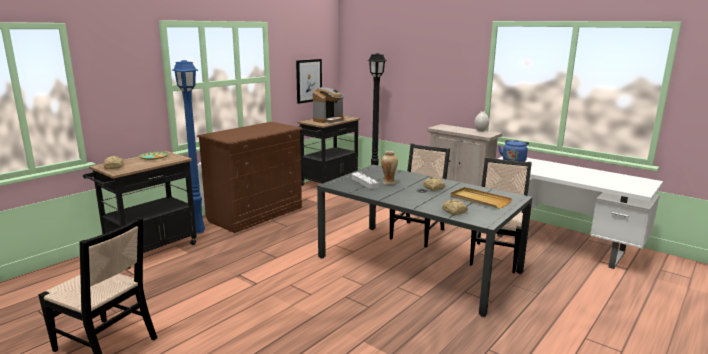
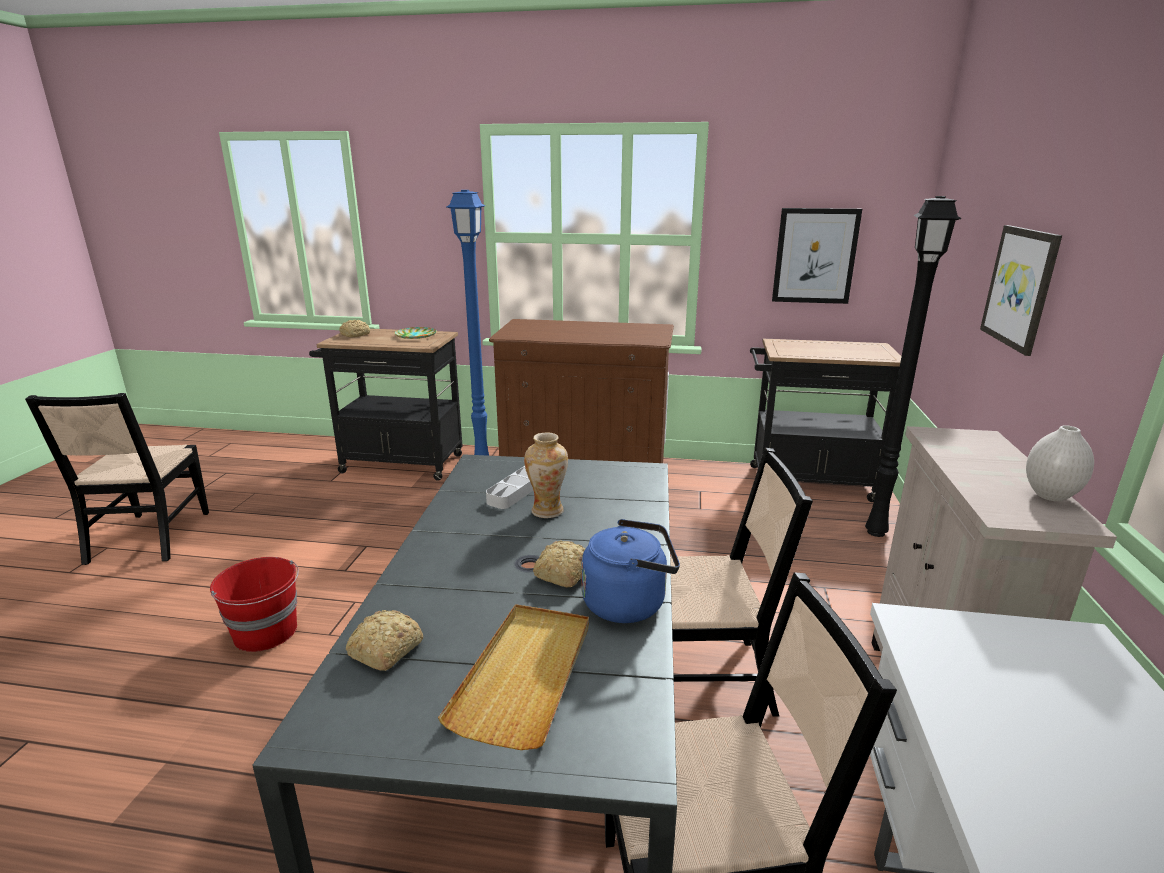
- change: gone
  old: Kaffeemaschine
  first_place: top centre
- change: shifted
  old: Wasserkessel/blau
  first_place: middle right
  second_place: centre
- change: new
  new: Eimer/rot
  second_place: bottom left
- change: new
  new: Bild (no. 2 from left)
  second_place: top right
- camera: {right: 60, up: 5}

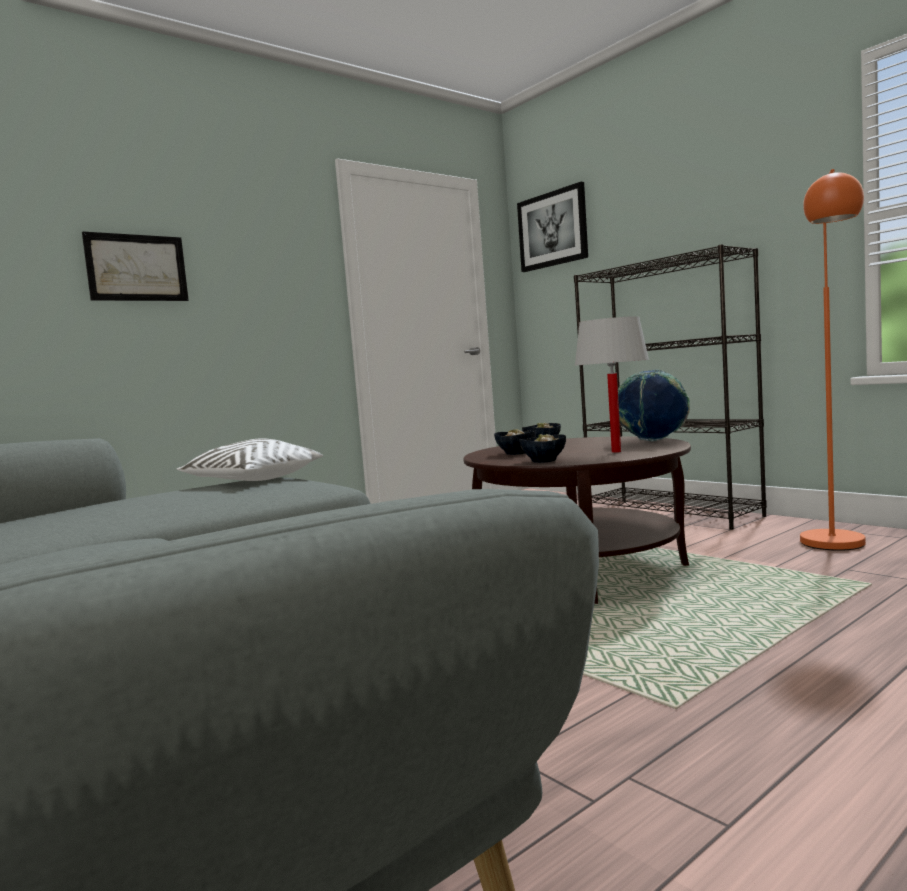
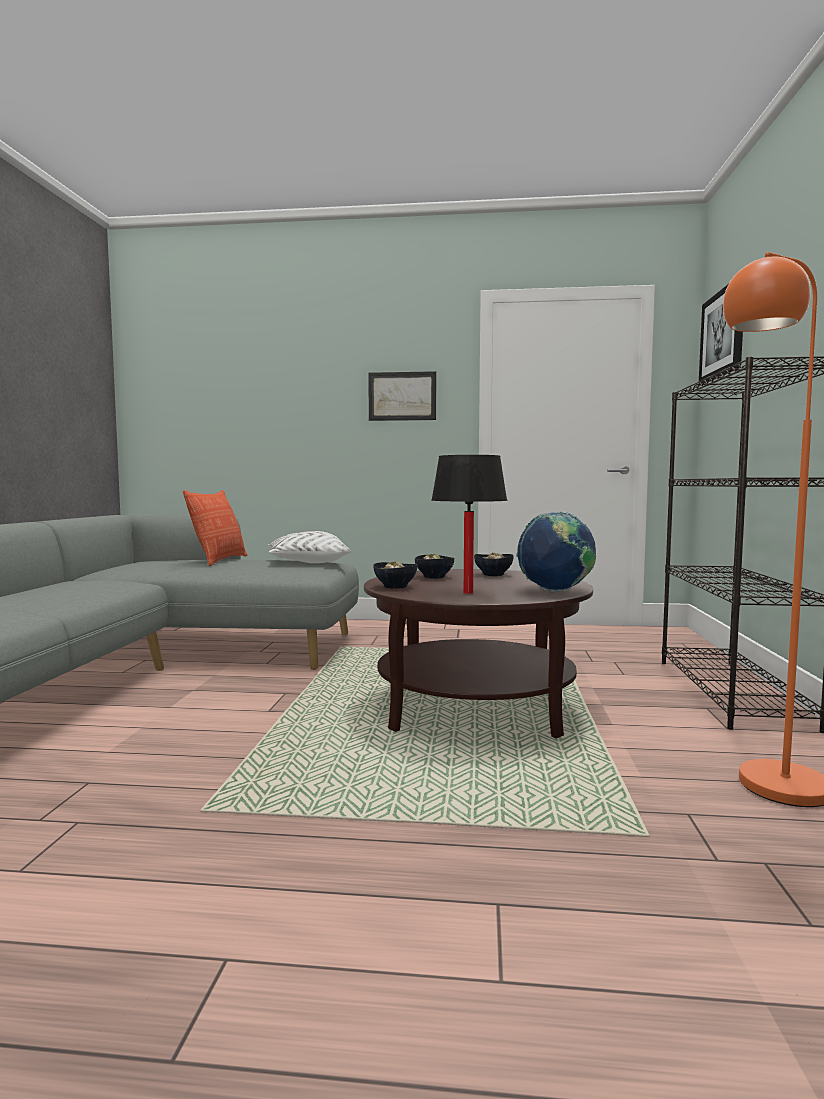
- change: shifted
  old: Bild (no. 1 from left)
  first_place: top left
  second_place: centre
- change: repainted
  old: Tischlampe/weiß
  new: Tischlampe/schwarz
  first_place: middle right
  second_place: centre
- change: new
  new: Kissen/orange
  second_place: middle left
- camera: {right: 45, up: 0}

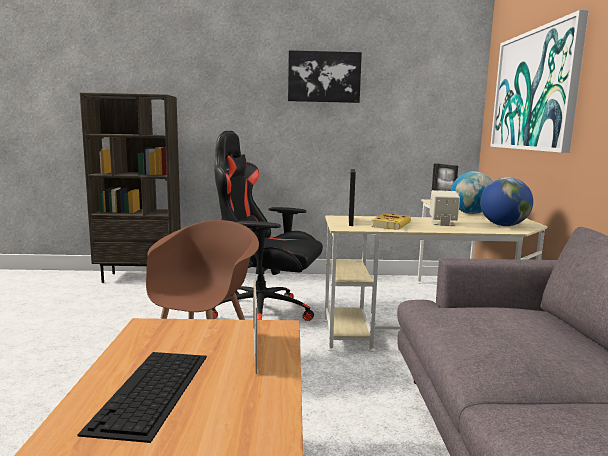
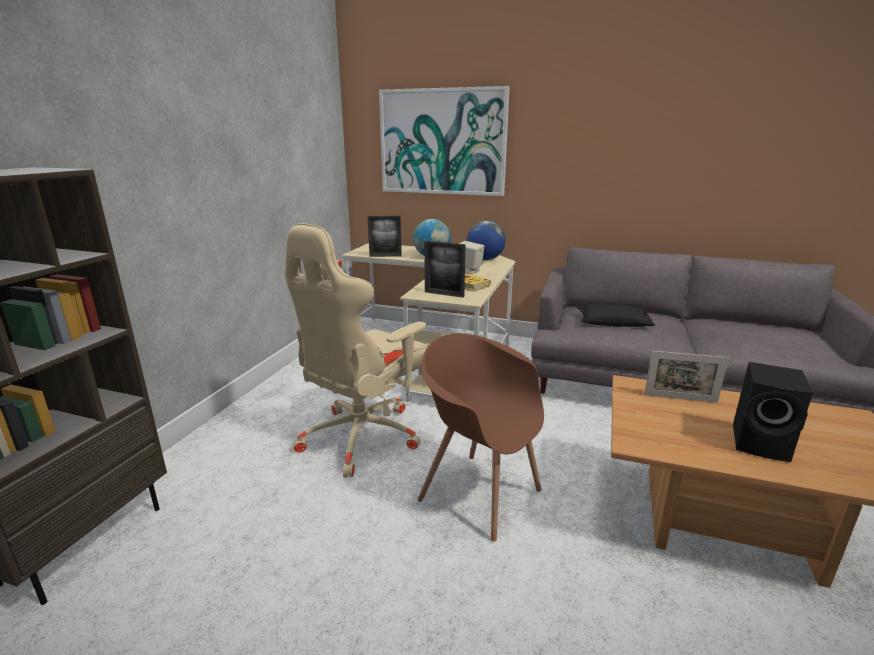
- change: swapped
  old: Tastatur
  new: Lautsprecher/schwarz
  first_place: bottom left
  second_place: middle right
- change: repainted
  old: Bürostuhl/schwarz
  new: Bürostuhl/beige
  first_place: centre
  second_place: centre
- change: gone
  old: Bild (no. 1 from left)
  first_place: top centre
- change: new
  new: Kissen/schwarz
  second_place: middle right
- camera: {right: -70, up: 10}

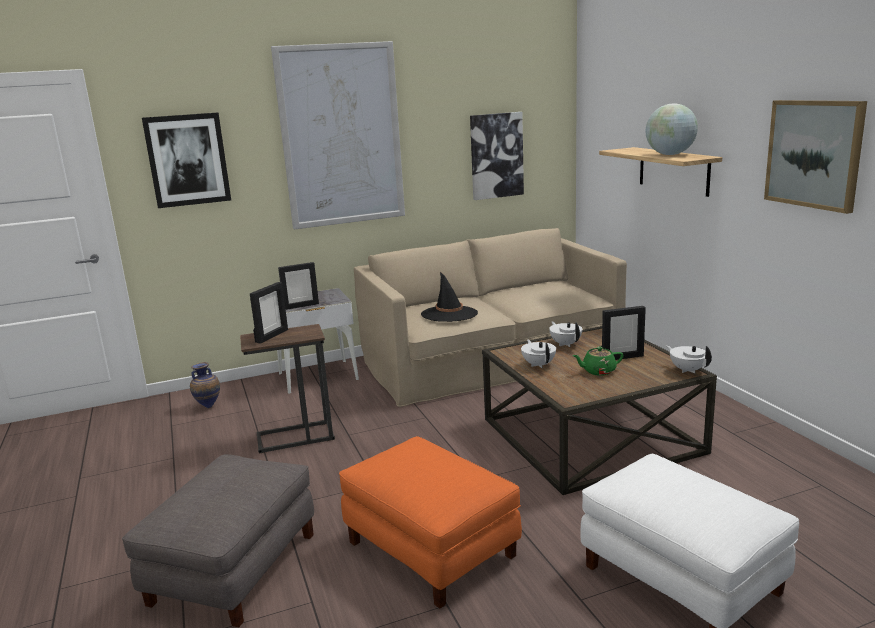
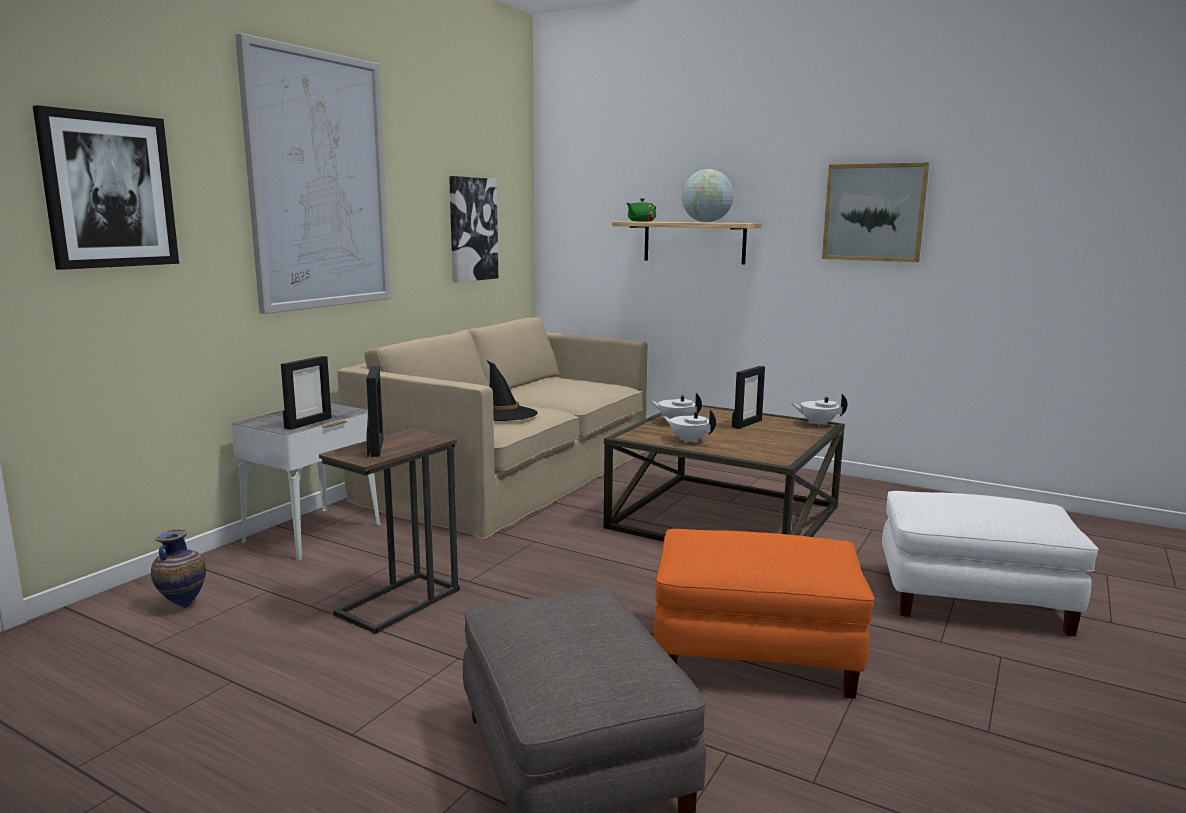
- change: shifted
  old: Teekanne/grün
  first_place: middle right
  second_place: top centre
- camera: {right: -40, up: -5}

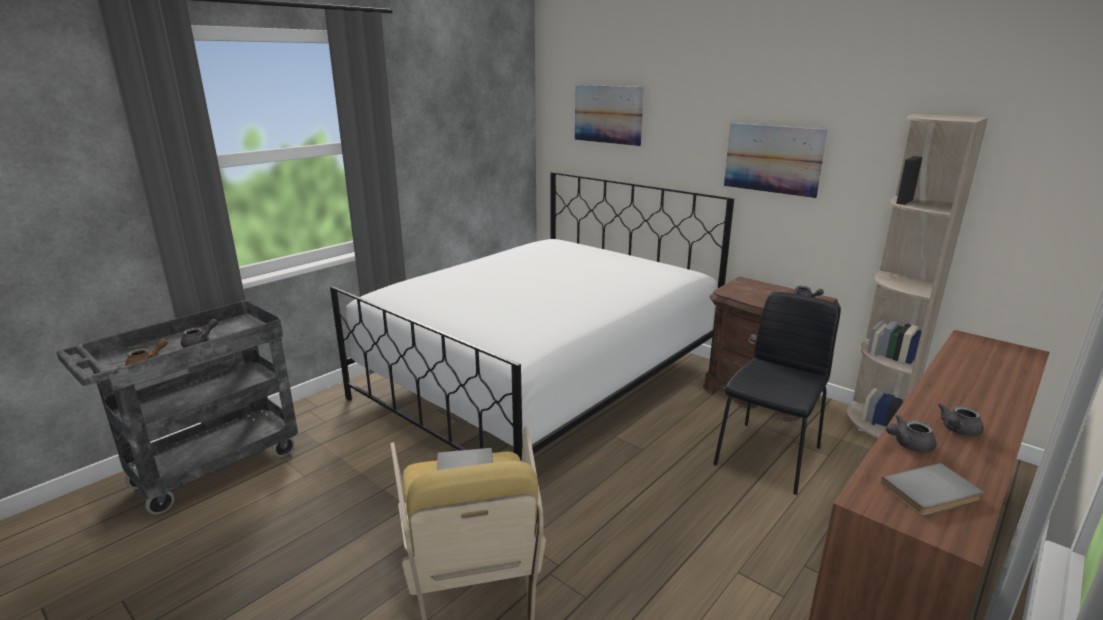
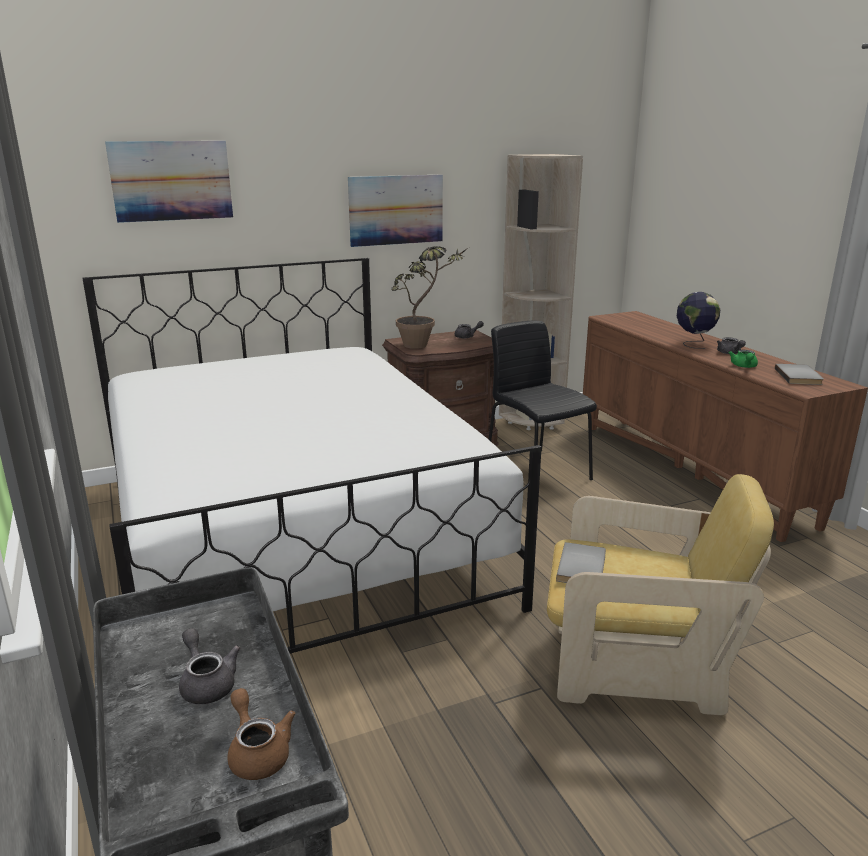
- change: repainted
  old: Teekanne/grau (no. 3 from left)
  new: Teekanne/grün
  first_place: bottom right
  second_place: middle right
- change: new
  new: Topfpflanze
  second_place: centre
- change: new
  new: Globus
  second_place: middle right
- camera: {right: -65, up: 0}

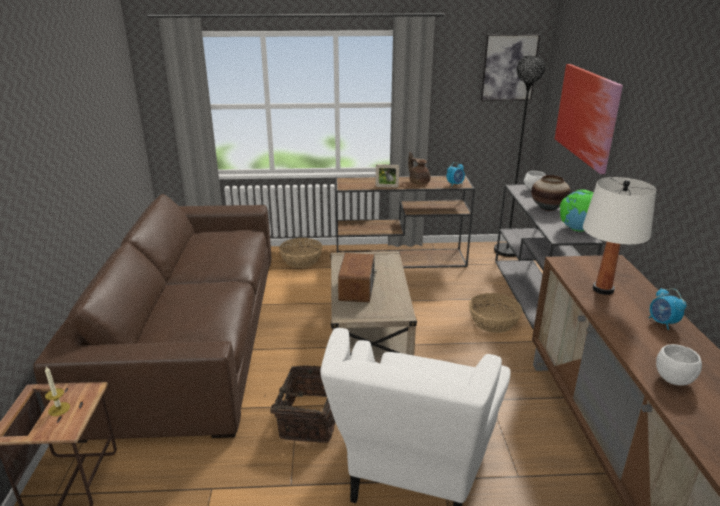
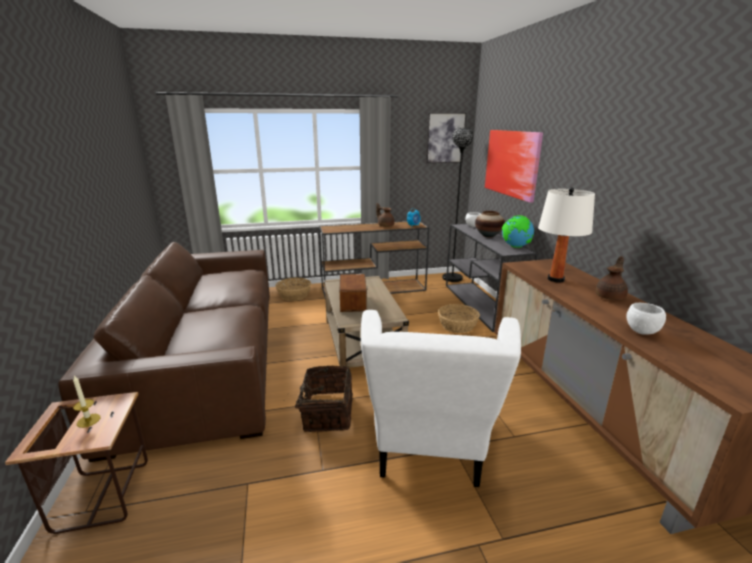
- change: gone
  old: Bilderrahmen
  first_place: centre
- change: swapped
  old: Wecker (no. 2 from left)
  new: Teekanne/braun (no. 2 from left)
  first_place: middle right
  second_place: middle right
- camera: {right: -10, up: -5}

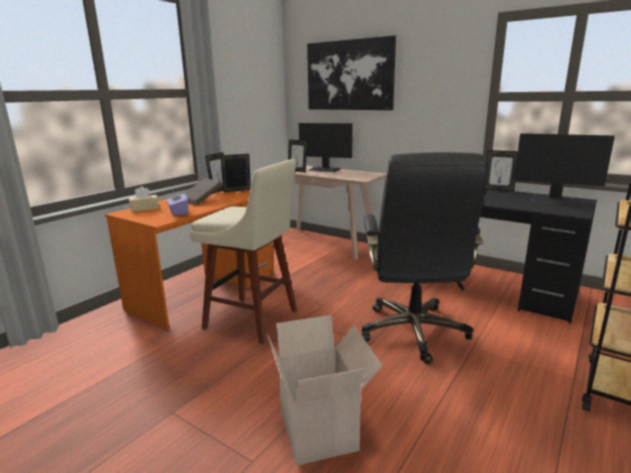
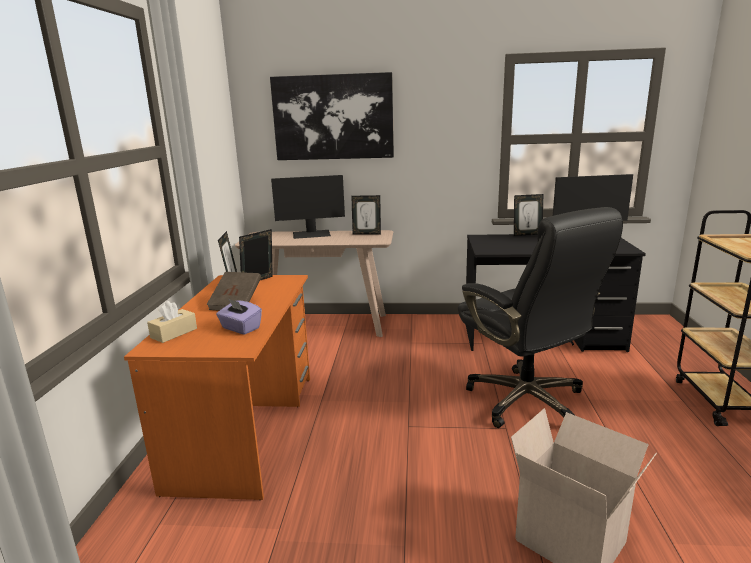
- change: gone
  old: Hocker/beige
  first_place: centre
- change: shifted
  old: Bilderrahmen (no. 3 from left)
  first_place: top centre
  second_place: centre
- camera: {right: -30, up: 0}

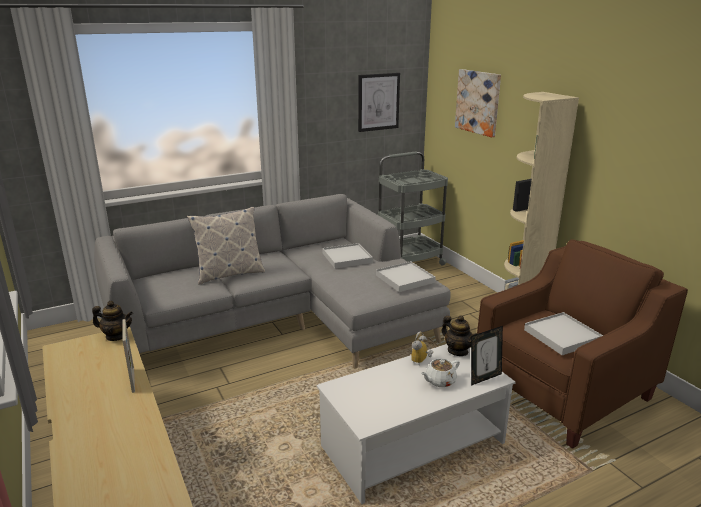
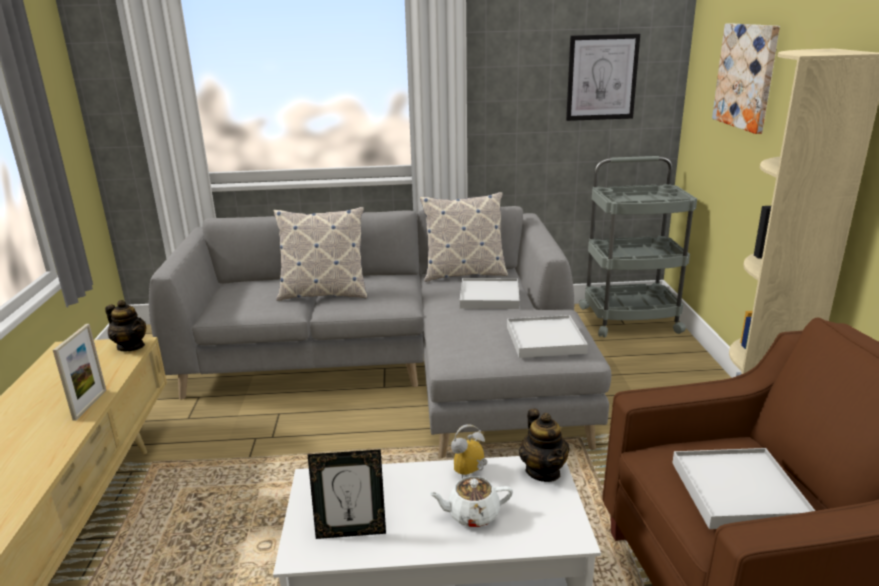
- change: shifted
  old: Bilderrahmen (no. 2 from left)
  first_place: bottom right
  second_place: bottom centre
- change: new
  new: Kissen (no. 2 from left)
  second_place: centre
- camera: {right: 25, up: 0}

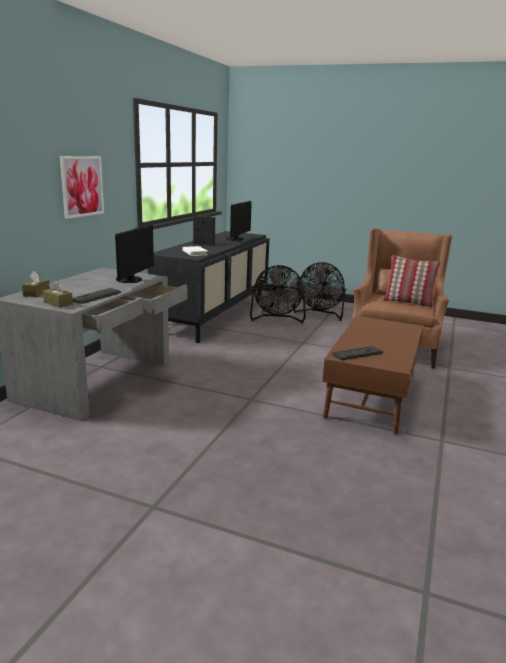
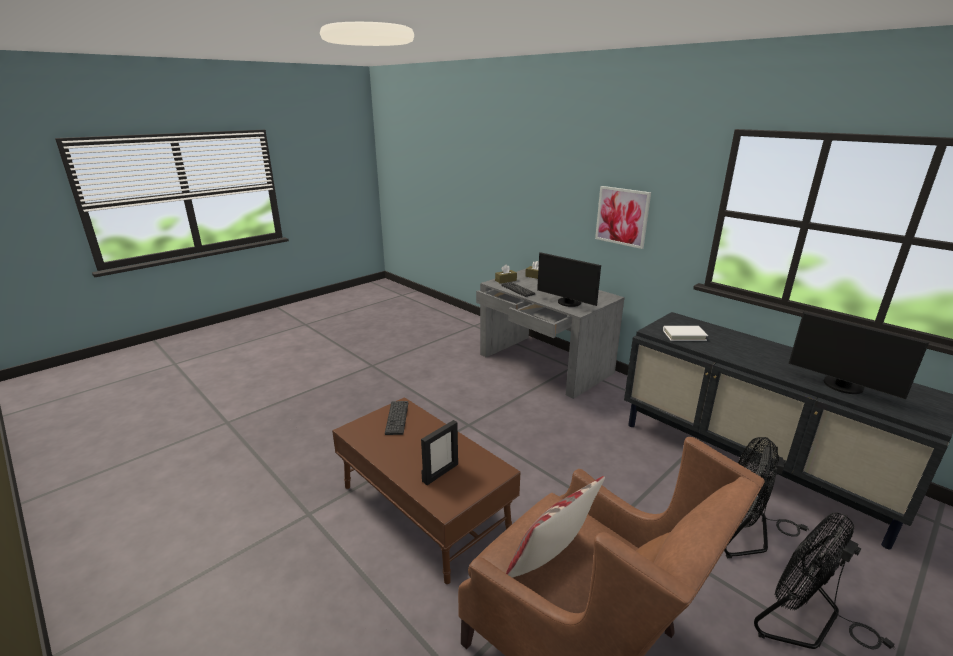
- change: shifted
  old: Bilderrahmen
  first_place: centre
  second_place: bottom centre
- camera: {right: 115, up: 5}

